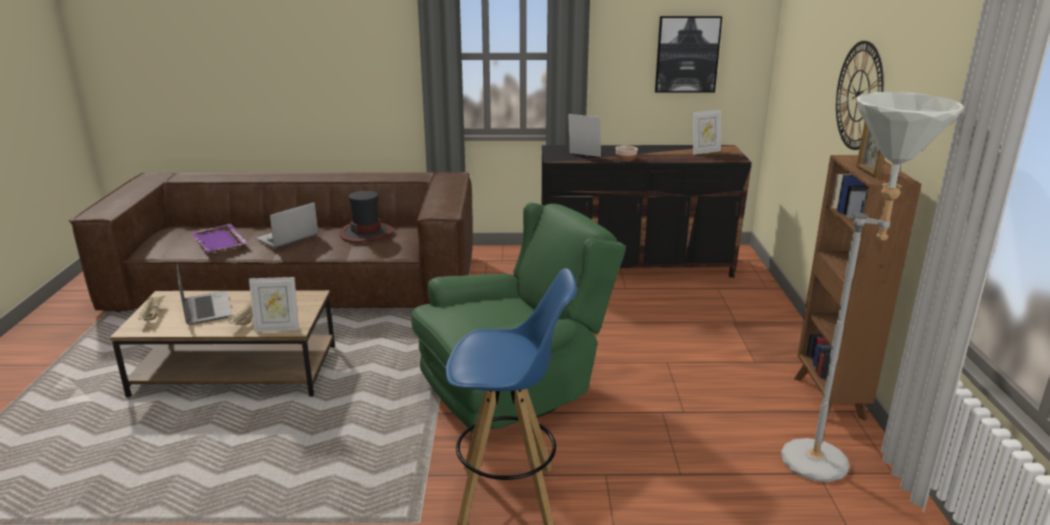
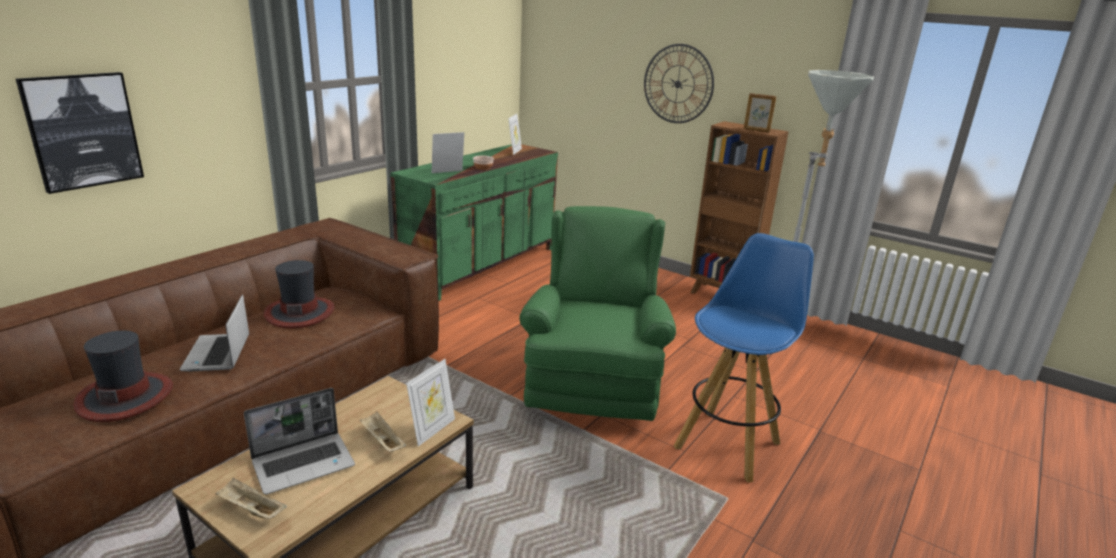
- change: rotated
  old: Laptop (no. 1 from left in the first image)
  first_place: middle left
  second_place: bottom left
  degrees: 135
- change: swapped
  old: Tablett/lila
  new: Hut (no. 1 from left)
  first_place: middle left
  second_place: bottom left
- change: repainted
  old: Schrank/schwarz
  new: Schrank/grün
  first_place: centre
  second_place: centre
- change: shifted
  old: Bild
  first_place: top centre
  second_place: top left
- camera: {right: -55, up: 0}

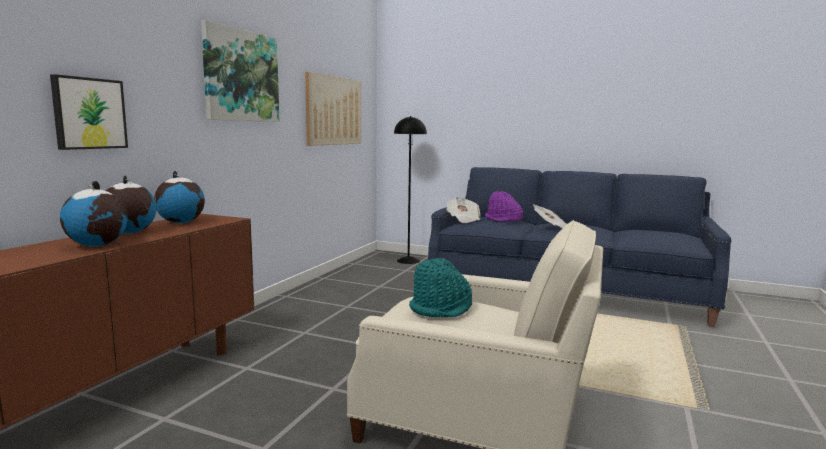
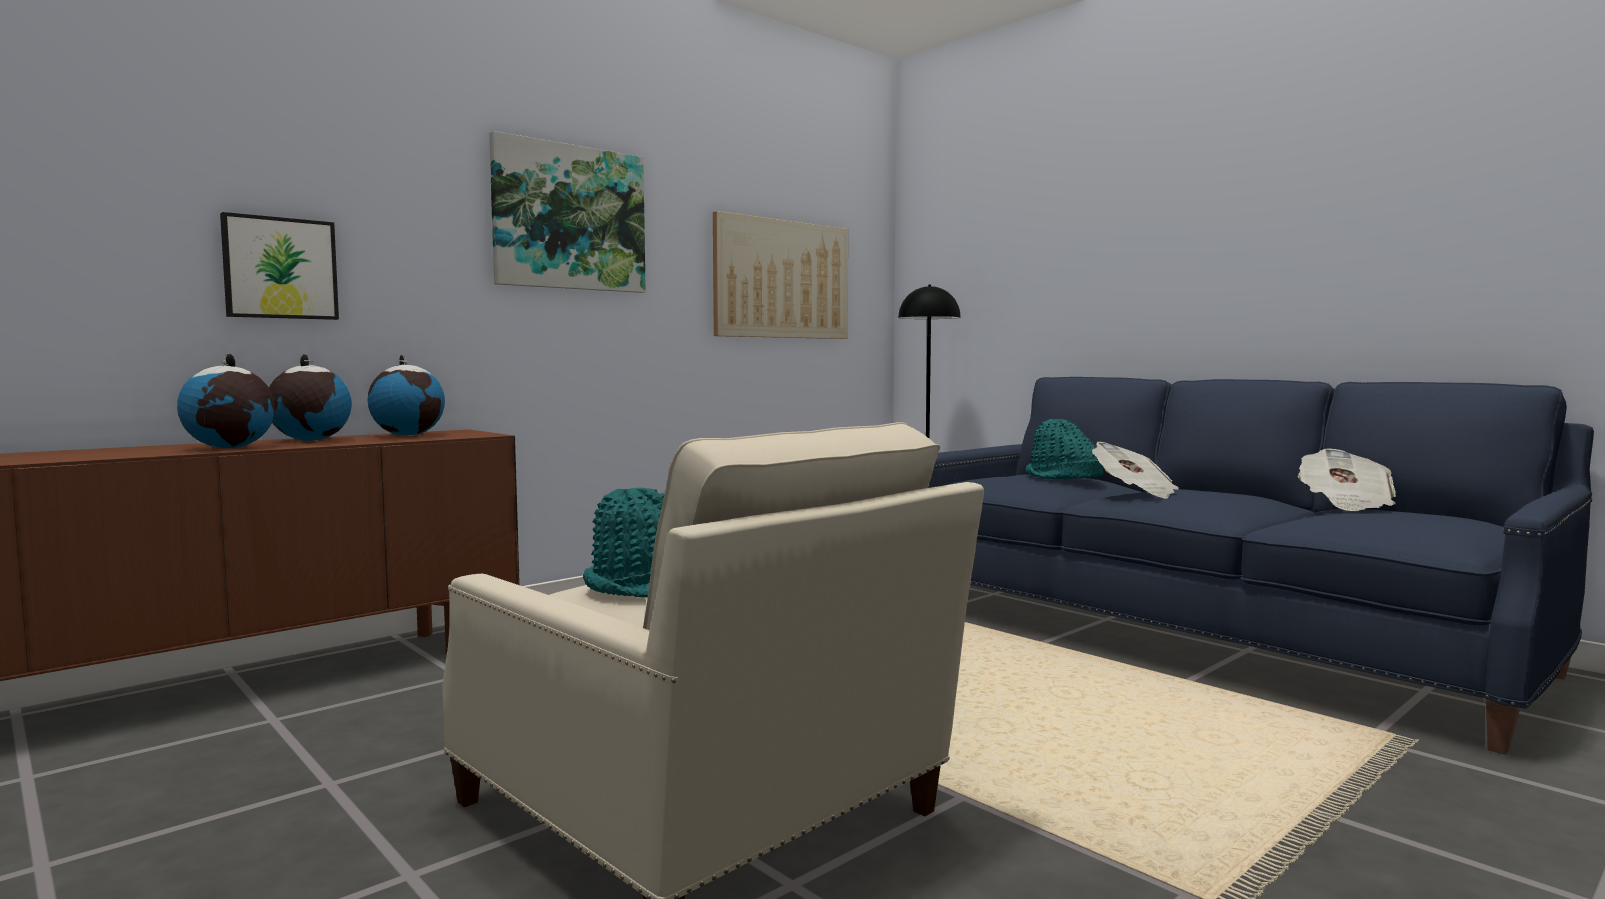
- change: shifted
  old: Zeitung (no. 1 from left in the first image)
  new: Zeitung (no. 2 from left)
  first_place: centre
  second_place: middle right
- change: repainted
  old: Hut/lila
  new: Hut/türkis (no. 2 from left)
  first_place: centre
  second_place: centre
- camera: {right: 25, up: -5}

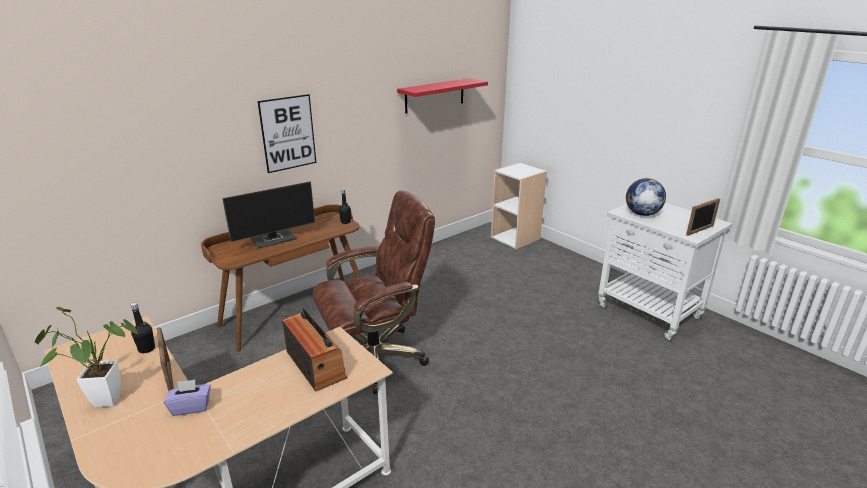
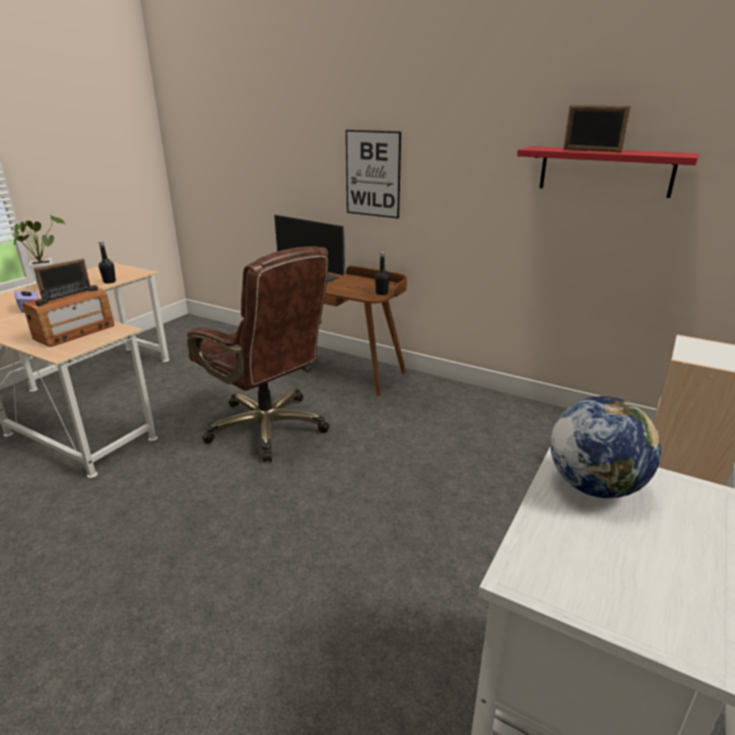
- change: shifted
  old: Bilderrahmen (no. 2 from left)
  first_place: middle right
  second_place: top right
- camera: {right: 70, up: 0}

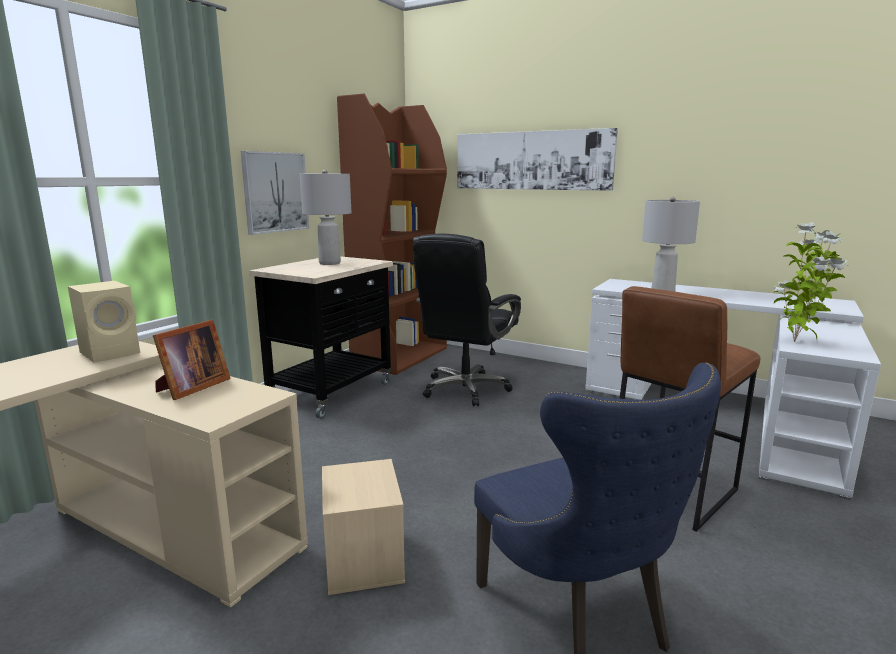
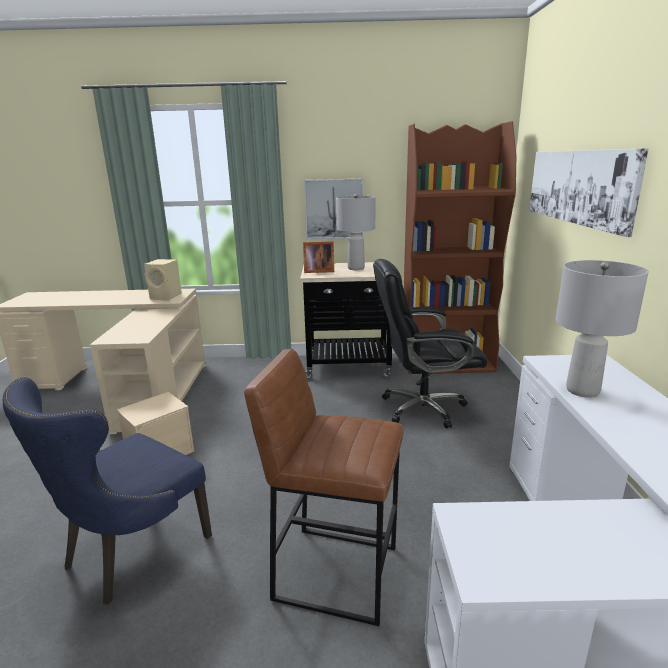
- change: shifted
  old: Bilderrahmen
  first_place: middle left
  second_place: centre
- change: gone
  old: Topfpflanze
  first_place: middle right
- camera: {right: 60, up: 5}

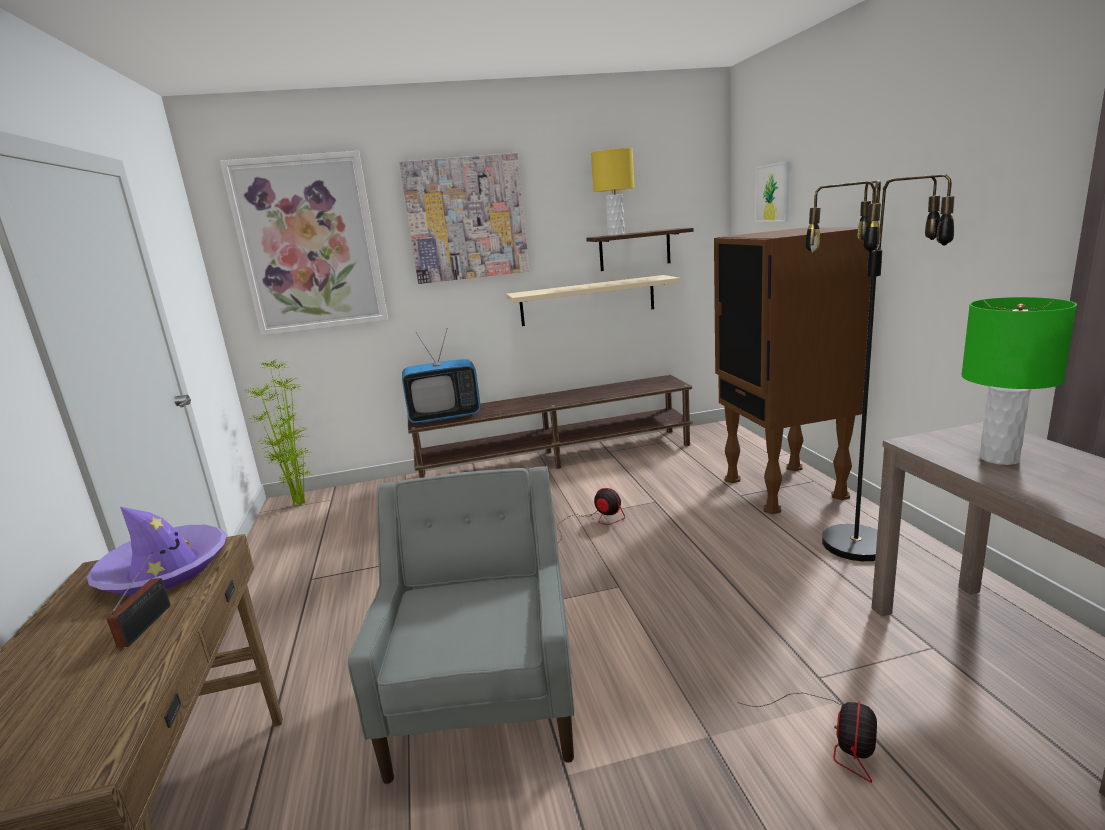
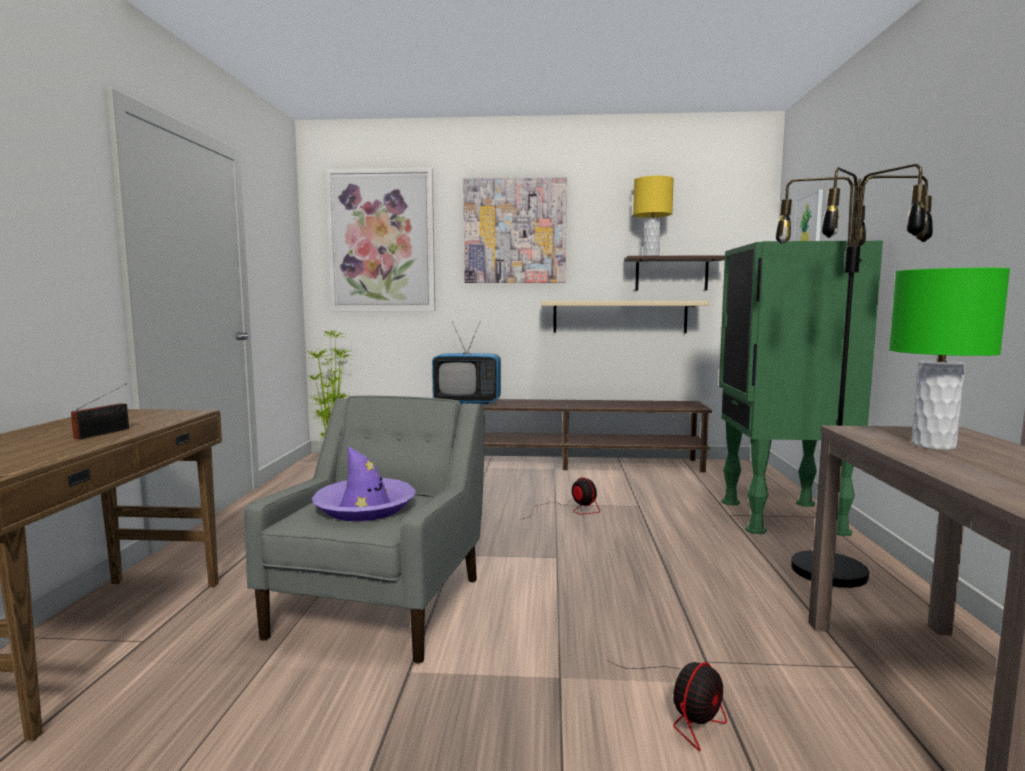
- change: shifted
  old: Hut/lila
  first_place: middle left
  second_place: centre
- change: repainted
  old: Schrank/braun
  new: Schrank/grün
  first_place: middle right
  second_place: middle right
- camera: {right: 15, up: -10}

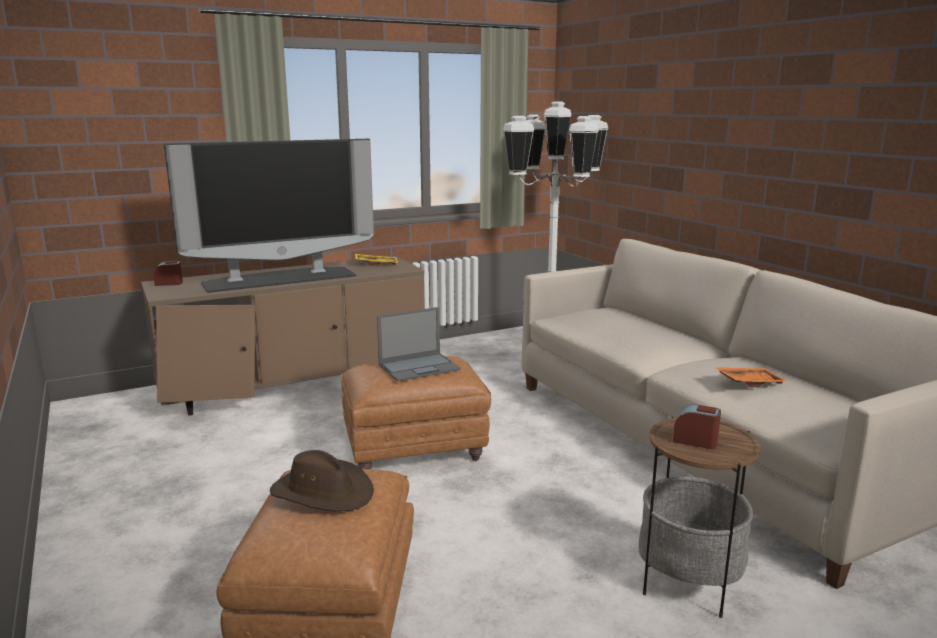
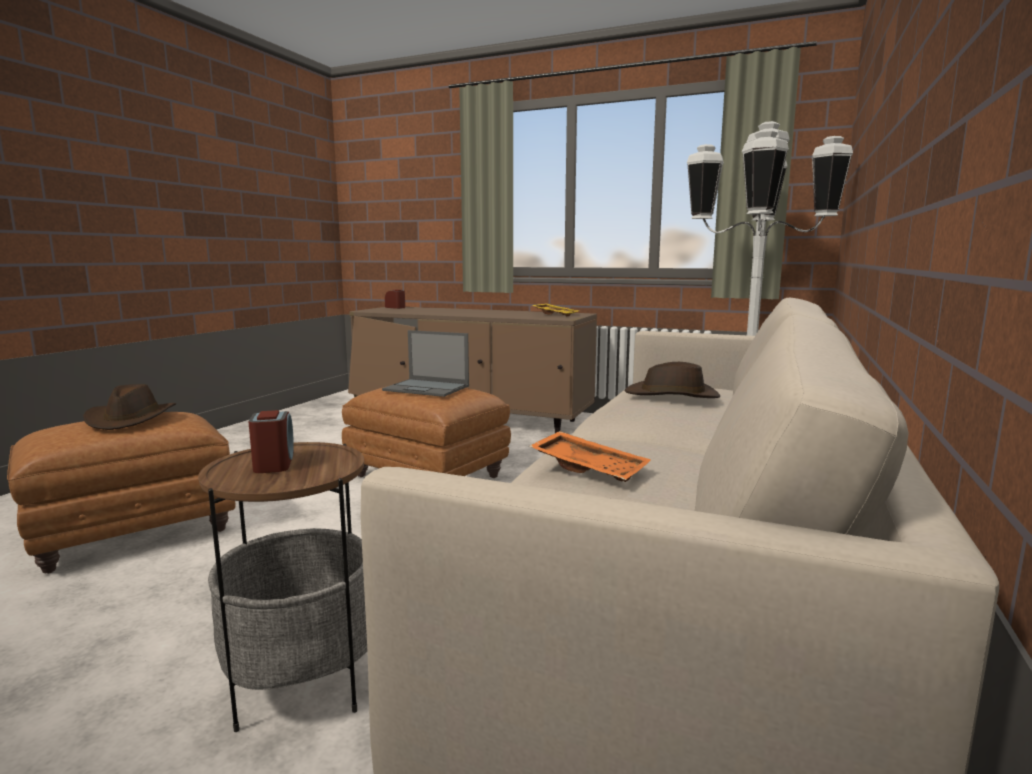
- change: gone
  old: Fernseher
  first_place: middle left
- change: new
  new: Hut/braun (no. 2 from left)
  second_place: centre
- camera: {right: 50, up: -5}

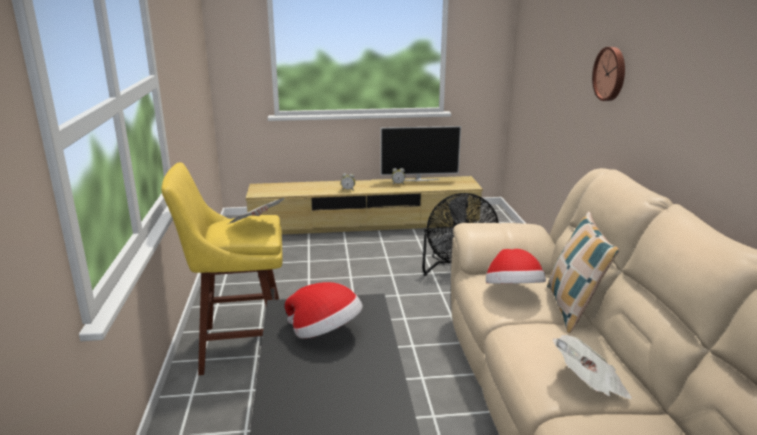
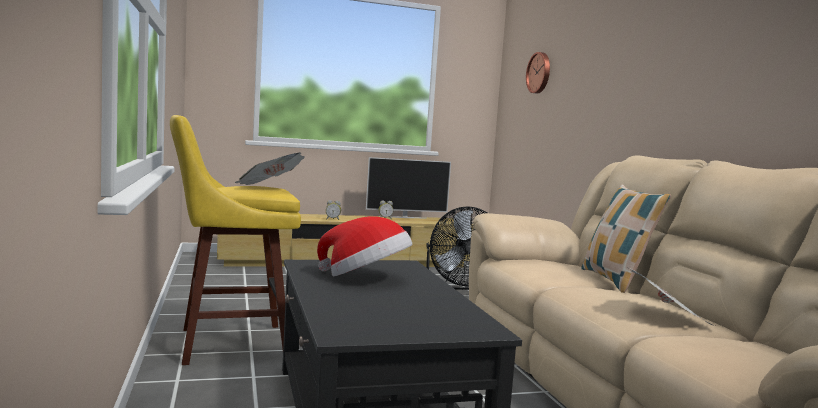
- change: gone
  old: Hut (no. 2 from left)
  first_place: middle right
- change: shifted
  old: Wanduhr
  first_place: top right
  second_place: top centre
- camera: {right: -10, up: -15}

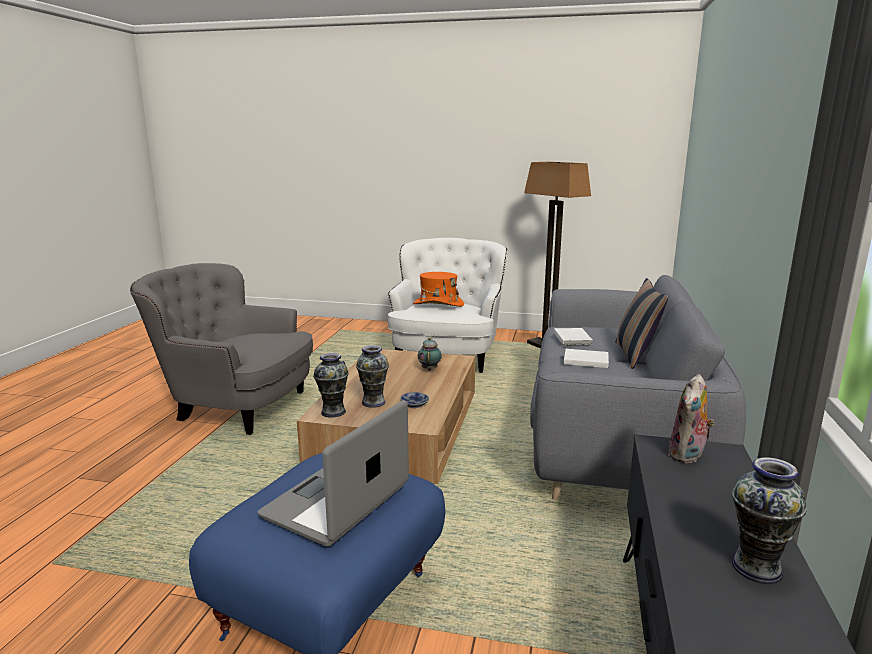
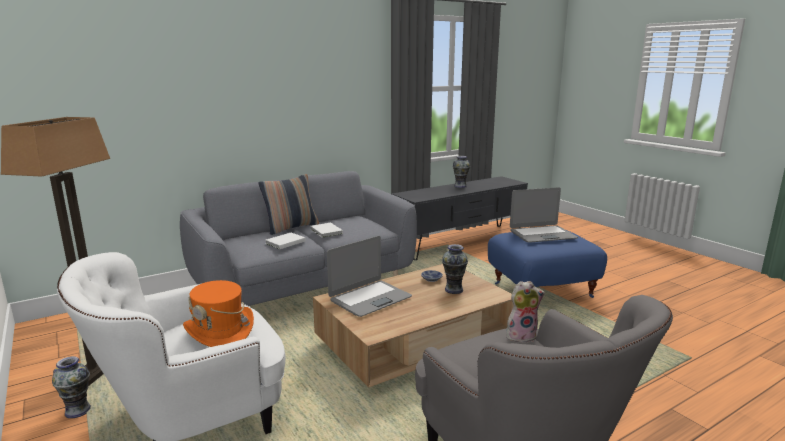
- change: shifted
  old: Vase (no. 1 from left)
  first_place: centre
  second_place: bottom left
- change: swapped
  old: Teekanne
  new: Laptop (no. 1 from left)
  first_place: centre
  second_place: centre
- change: shifted
  old: Plüschtier
  first_place: middle right
  second_place: bottom right
- camera: {right: -135, up: 0}

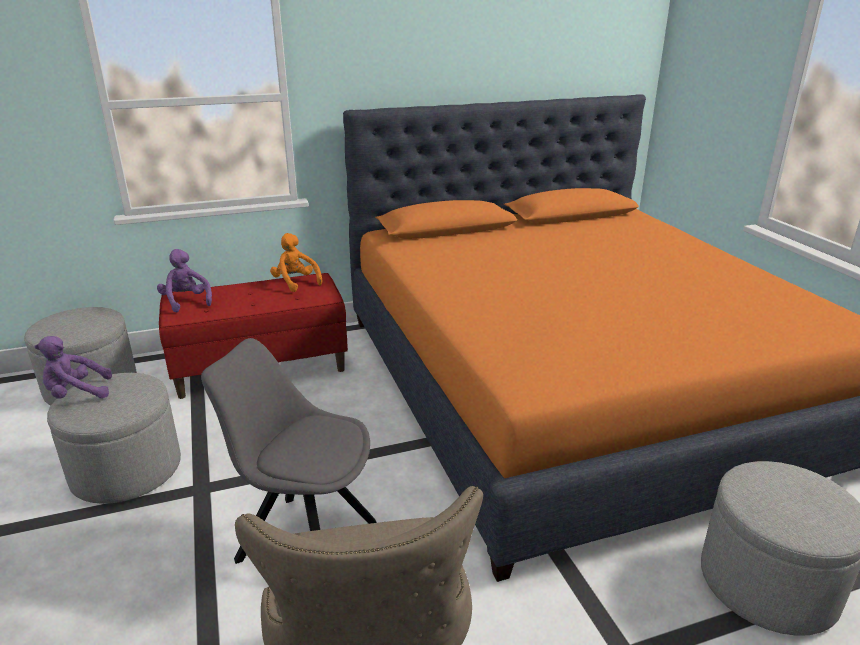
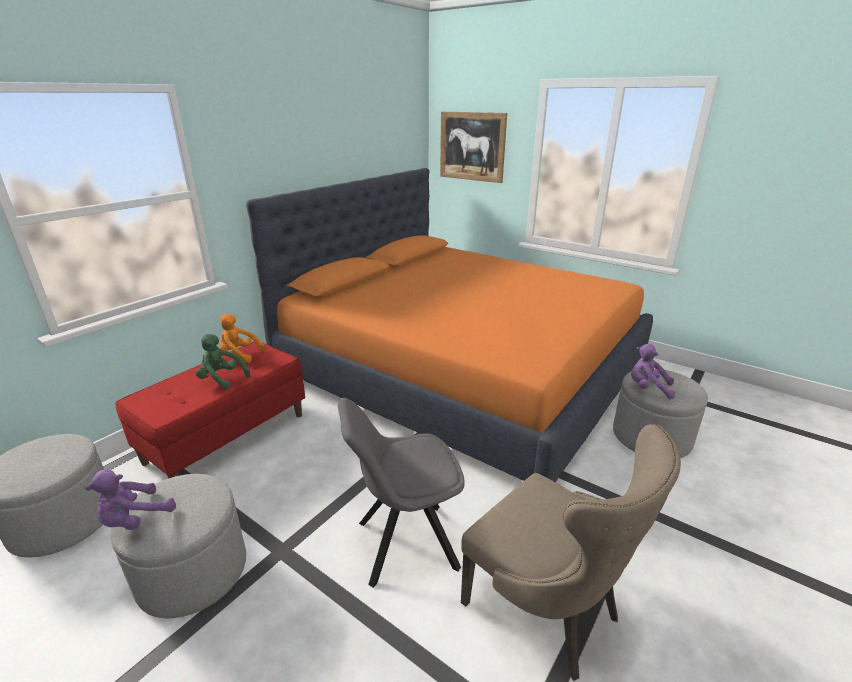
- change: shifted
  old: Plüschtier/lila (no. 2 from left)
  first_place: middle left
  second_place: middle right
- change: new
  new: Plüschtier/grün
  second_place: middle left
- change: new
  new: Bild
  second_place: top centre
- camera: {right: -35, up: 0}

